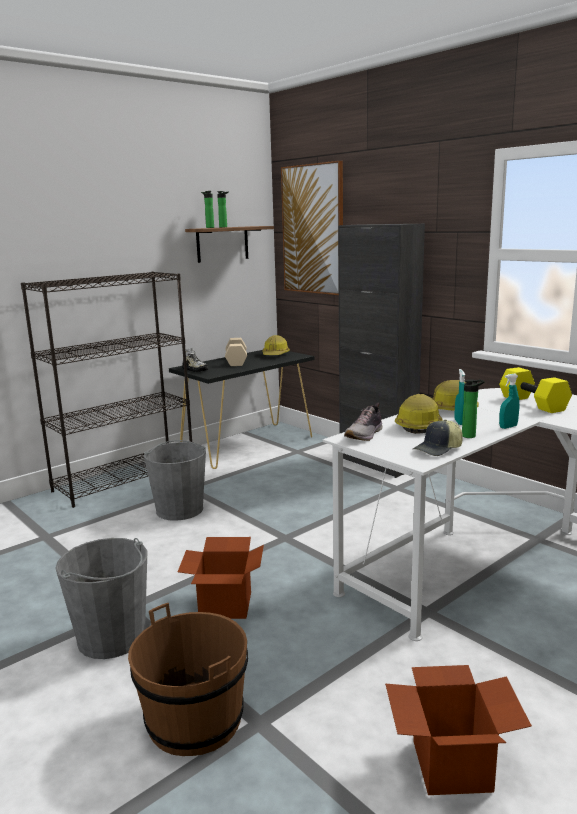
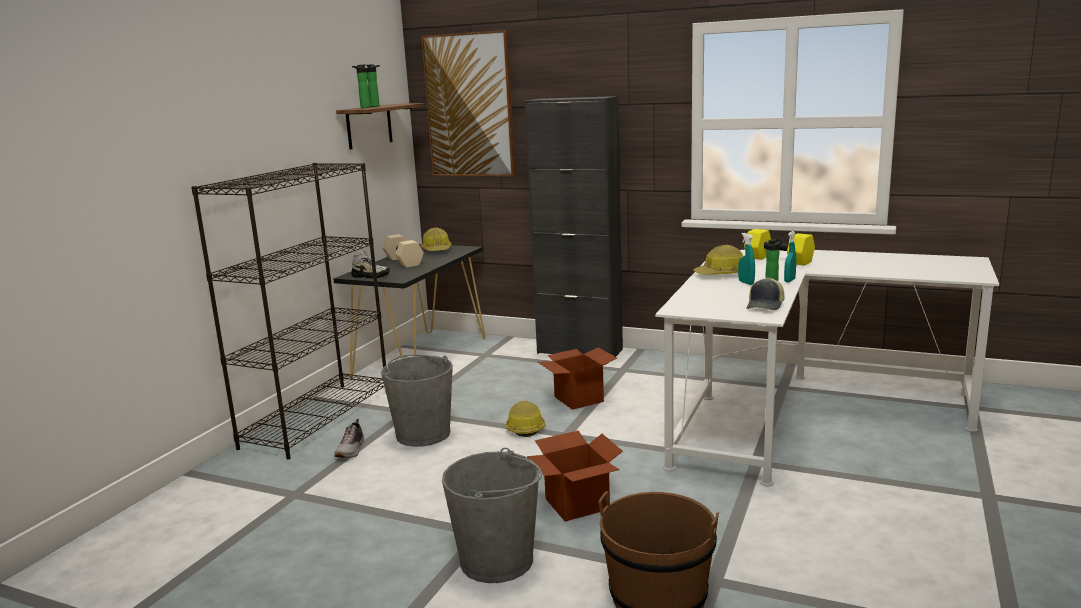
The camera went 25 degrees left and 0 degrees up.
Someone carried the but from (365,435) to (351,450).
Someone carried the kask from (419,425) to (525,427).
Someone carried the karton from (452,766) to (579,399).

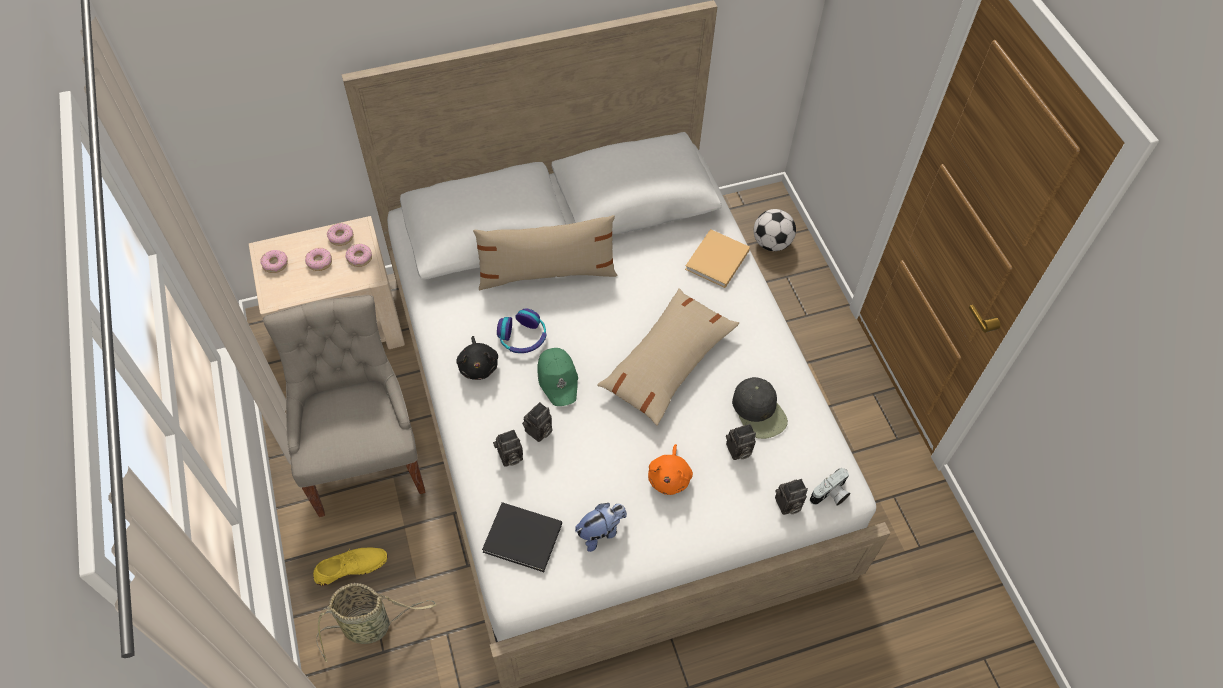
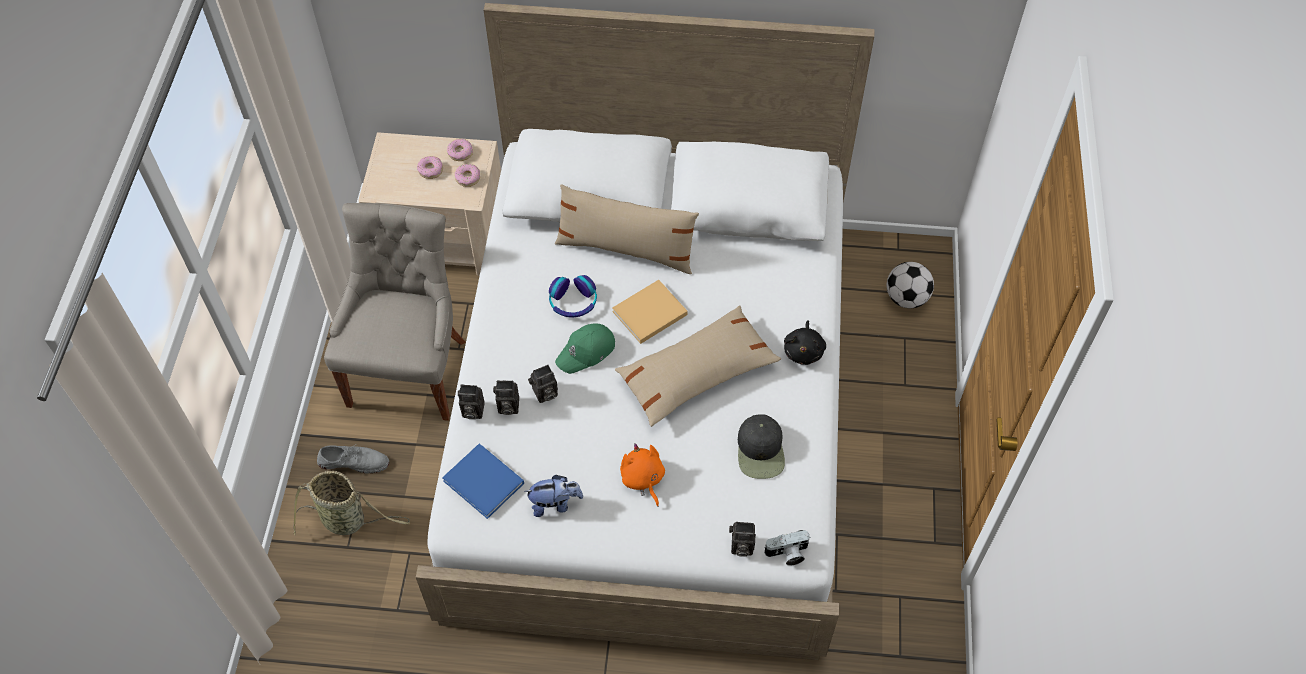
The camera went 25 degrees right and 0 degrees up.
Someone repainted the but/żółty at (351,566), which became the but/szary at (354,461).
Someone repainted the książka/czarny at (525,539), which became the książka/niebieski at (485,483).
Someone carried the aparat fotograficzny from (738,451) to (471,411).
Someone rotated the czapka z daszkiem/zielony at (558,379) by 45 degrees clockwise.
Someone carried the książka/beżowy from (716,261) to (648,314).
Someone rotated the pluszak/pomarańczowy at (669,477) by 120 degrees clockwise.
Someone carried the pluszak/czarny from (478,365) to (804,350).
Someone took away the donut at (275,264).

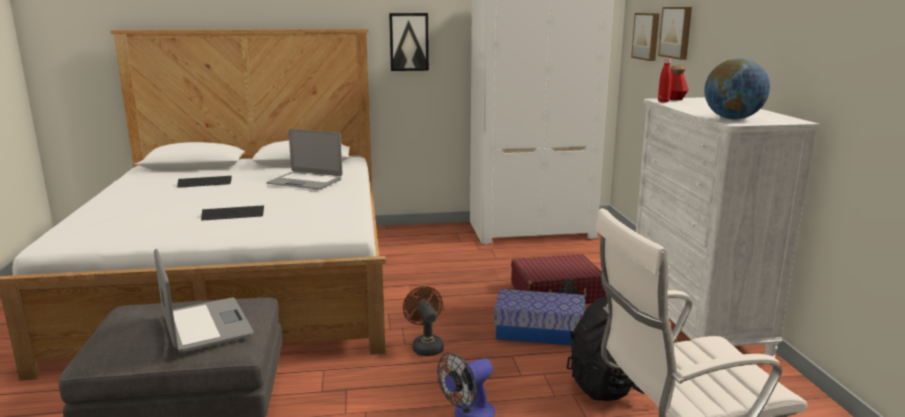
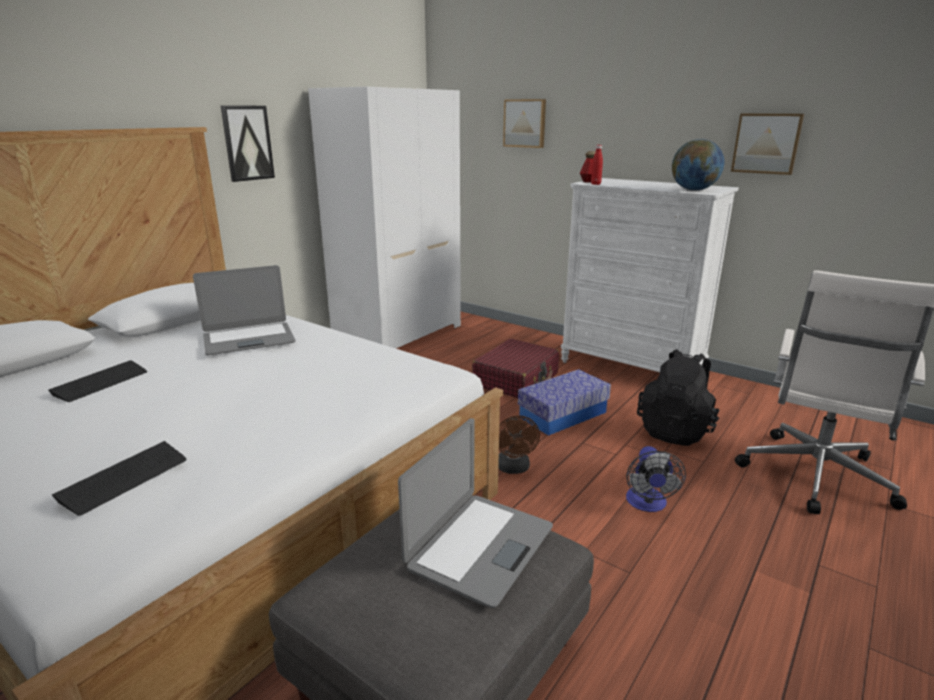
The camera went 45 degrees left and 5 degrees up.
Someone carried the klawiatura from (233,214) to (124,479).
Someone rotated the laptop at (205,326) by 105 degrees clockwise.
Someone rotated the wentylator/brązowy at (426,346) by 120 degrees counterclockwise.
Someone carried the obraz from (647,36) to (766,143).

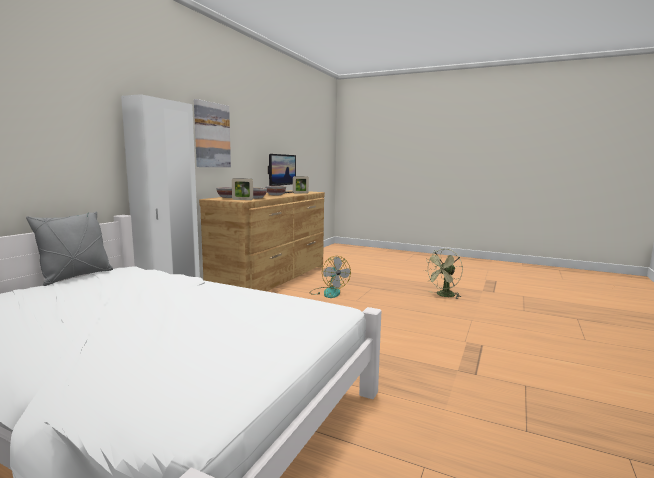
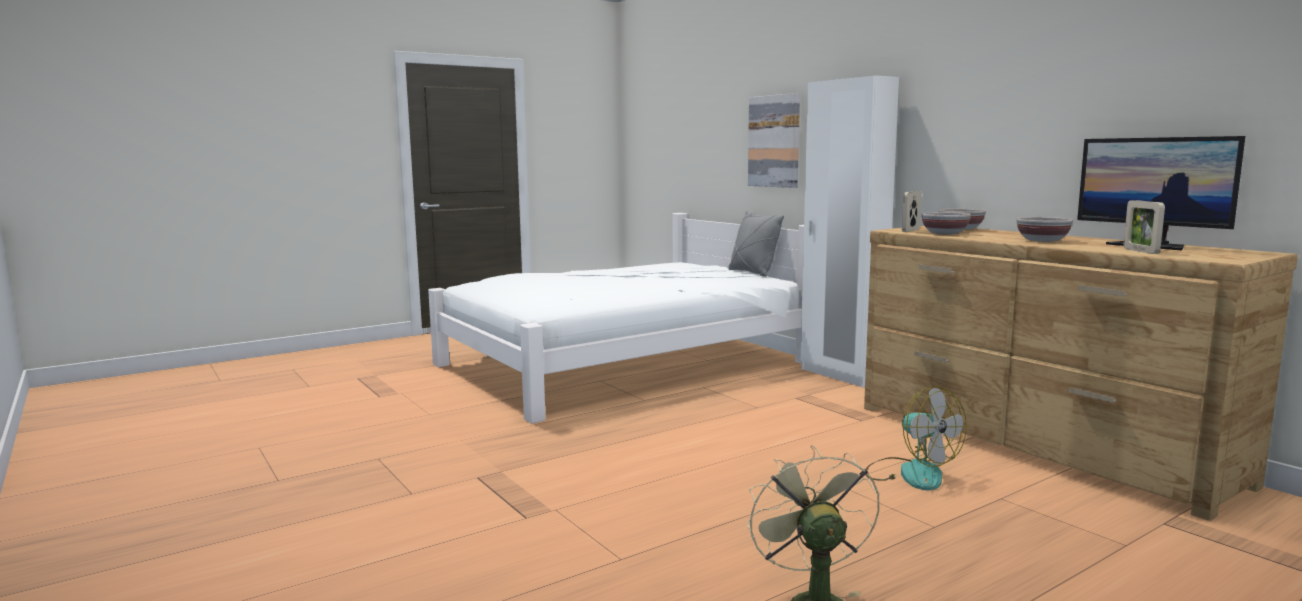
The camera went 120 degrees right and 0 degrees up.
Someone carried the obraz from (212,135) to (774,141).
Someone rotated the wentylator at (328,292) by 120 degrees counterclockwise.

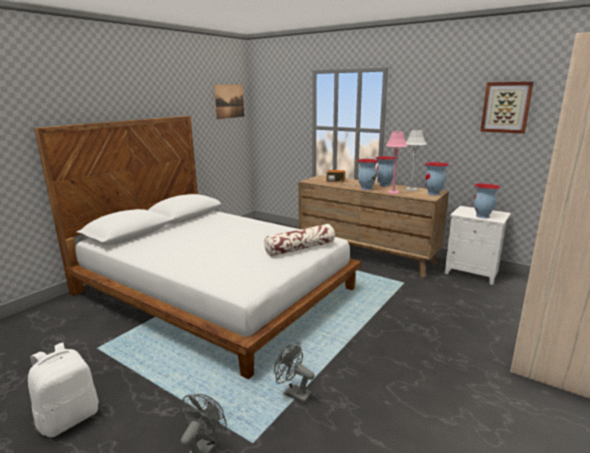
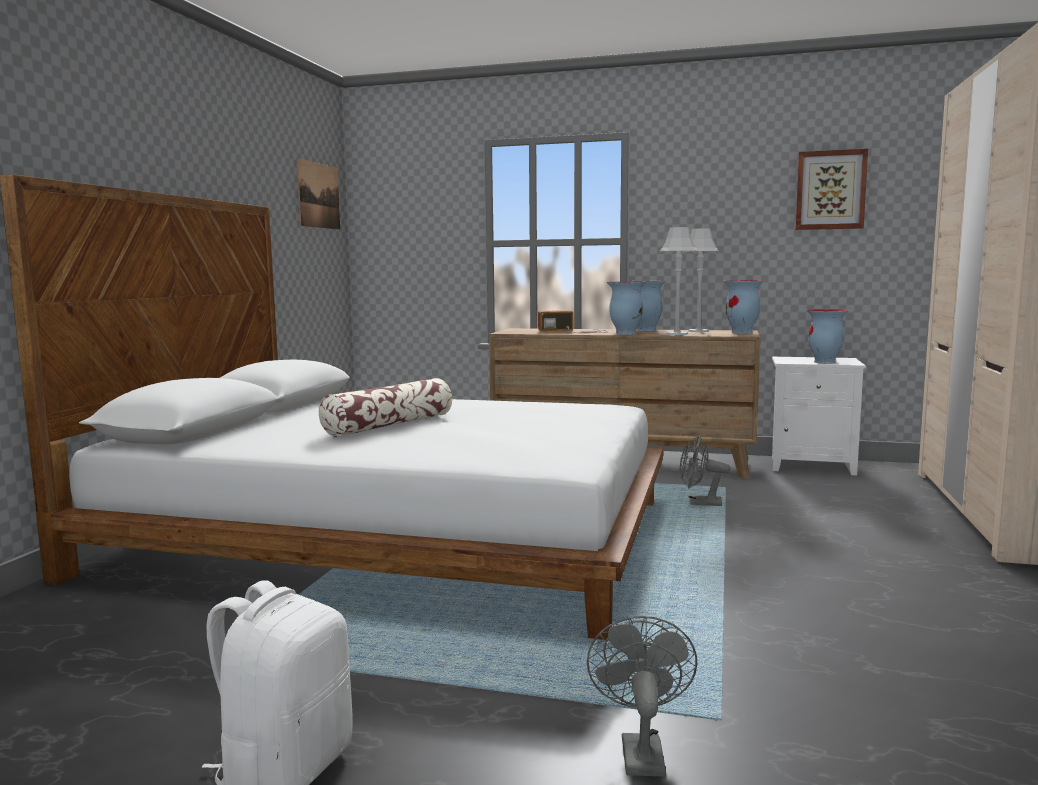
The camera went 20 degrees left and 10 degrees down.
Someone carried the poduszka from (300,248) to (390,425).
Someone repainted the lampa stołowa/różowy at (393,192), which became the lampa stołowa/szary at (676,334).
Someone carried the wentylator/szary from (293,393) to (699,503).

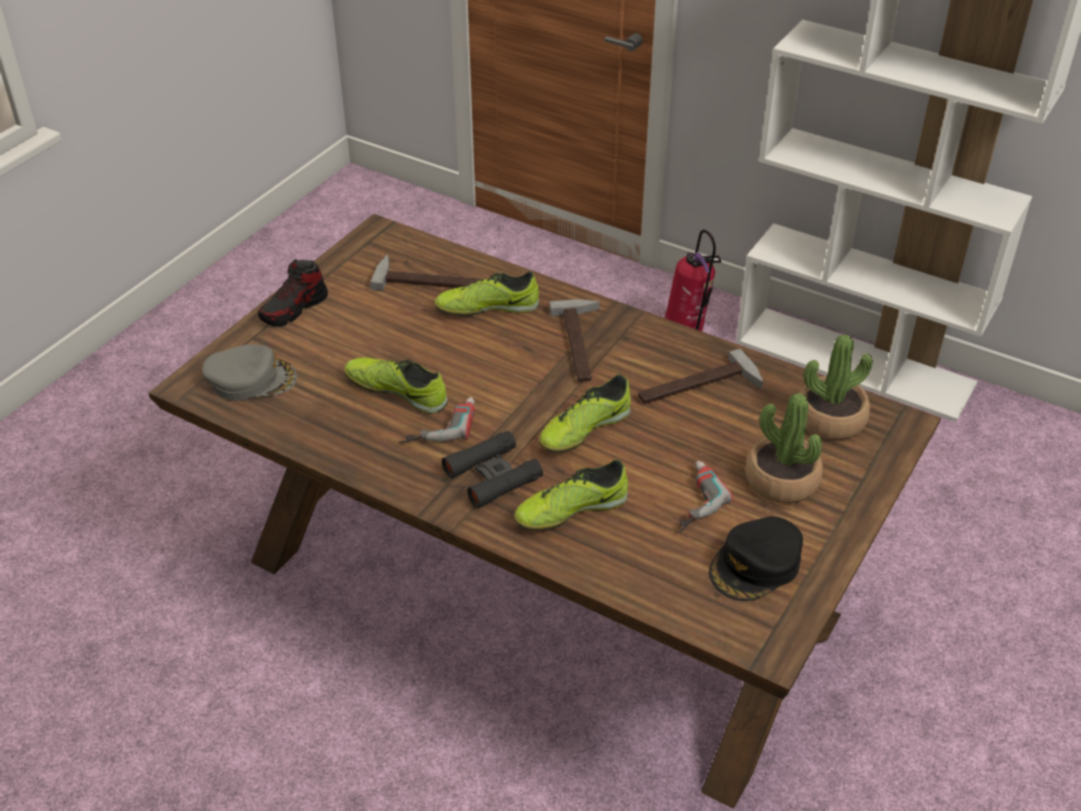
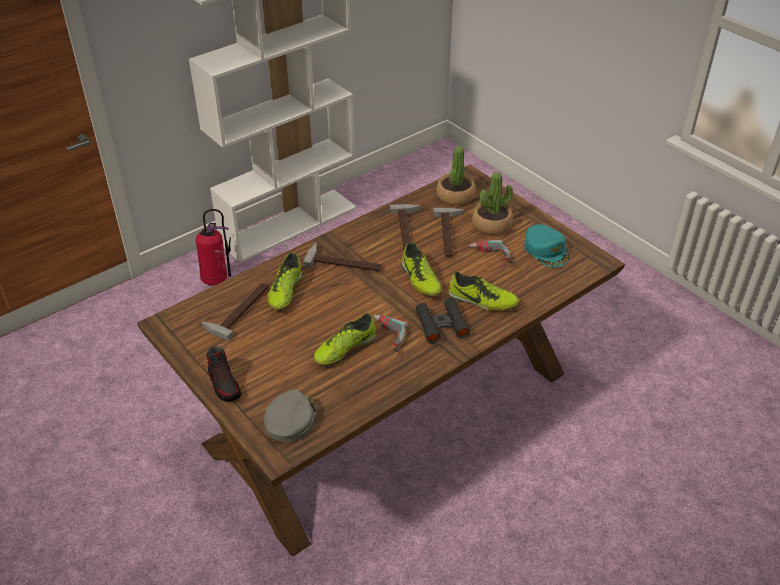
The camera went 70 degrees left and 0 degrees up.
Someone put down the młotek at (450,234).
Someone rotated the but at (571,510) by 60 degrees counterclockwise.
Someone repainted the czapka z daszkiem/czarny at (756,566), which became the czapka z daszkiem/turkusowy at (546,250).

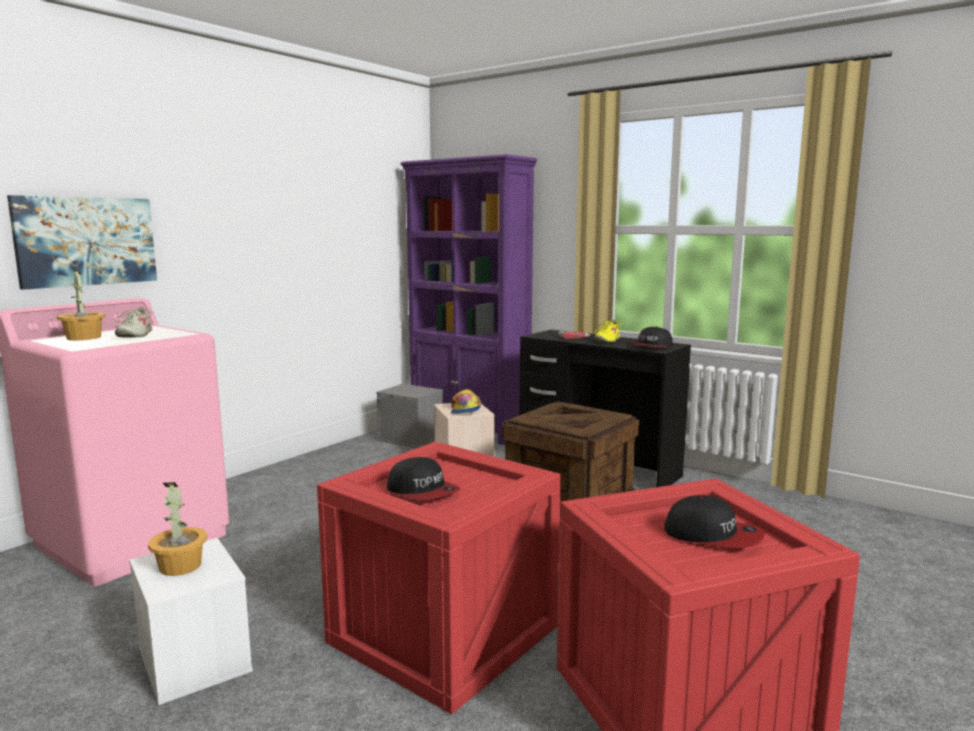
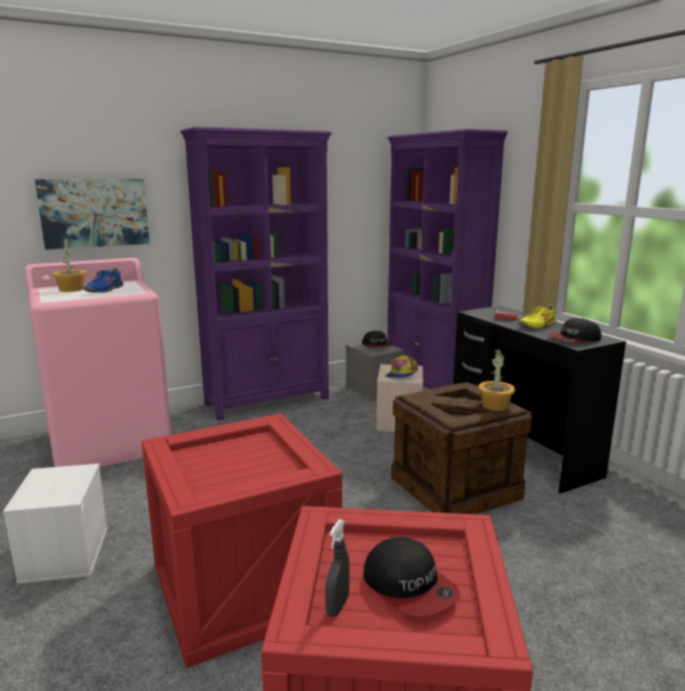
The camera went 25 degrees right and 5 degrees up.
Someone repainted the but/beżowy at (134,335), which became the but/niebieski at (104,290).
Someone put down the regał/fioletowy at (268,401).
Someone put down the spryskiwacz/szary at (337,606).
Someone carried the czapka z daszkiem from (423,491) to (376,345).
Someone carried the roślina doniczkowa from (180,566) to (495,406).

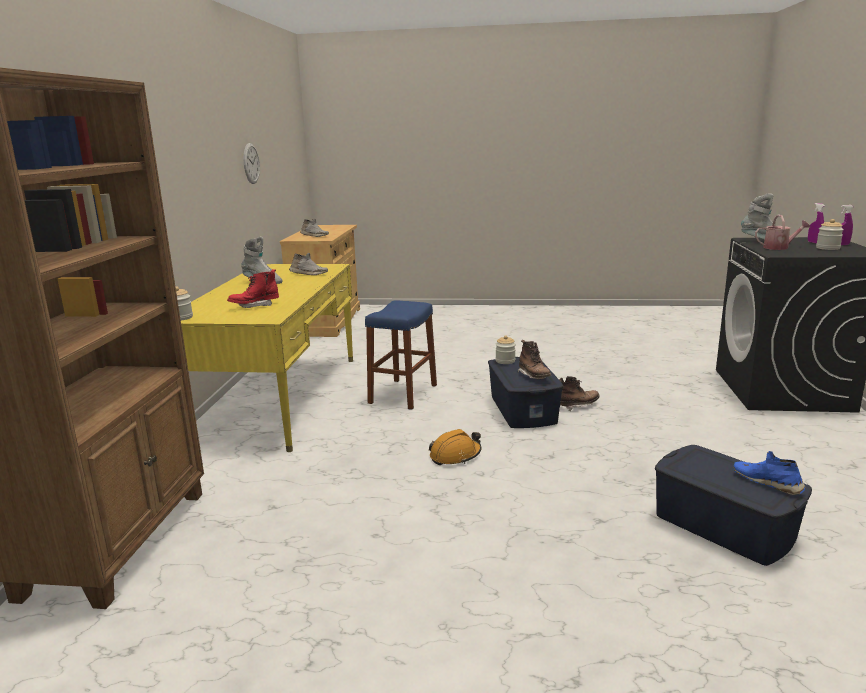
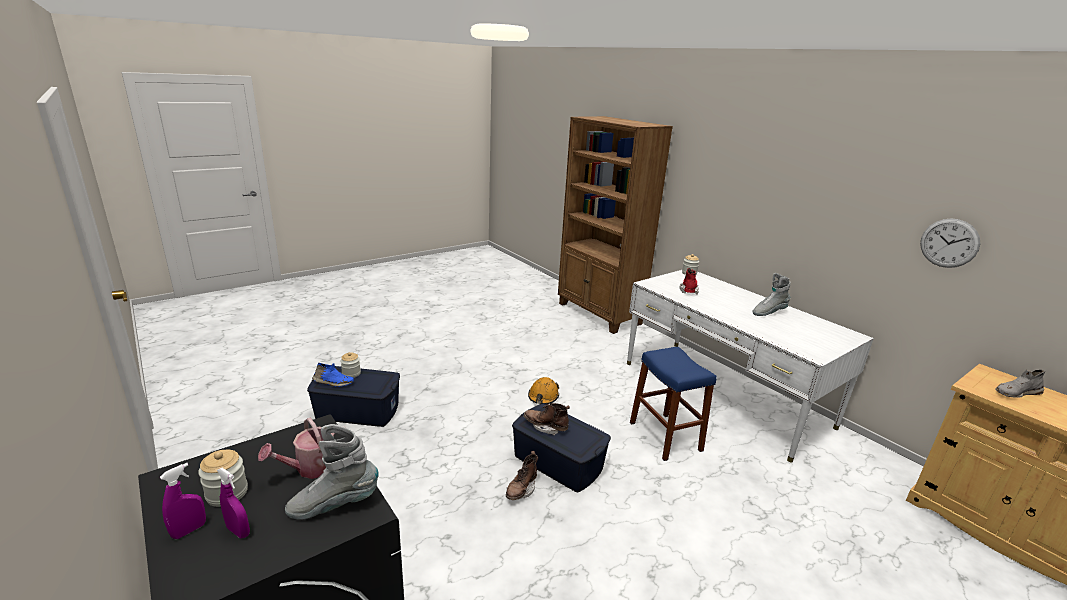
The camera went 135 degrees right and 5 degrees up.
Someone carried the słoik from (505,361) to (351,374).
Someone repainted the biurko/żółty at (279,398), which became the biurko/biały at (723,393).
Someone took away the but/szary at (308,274).

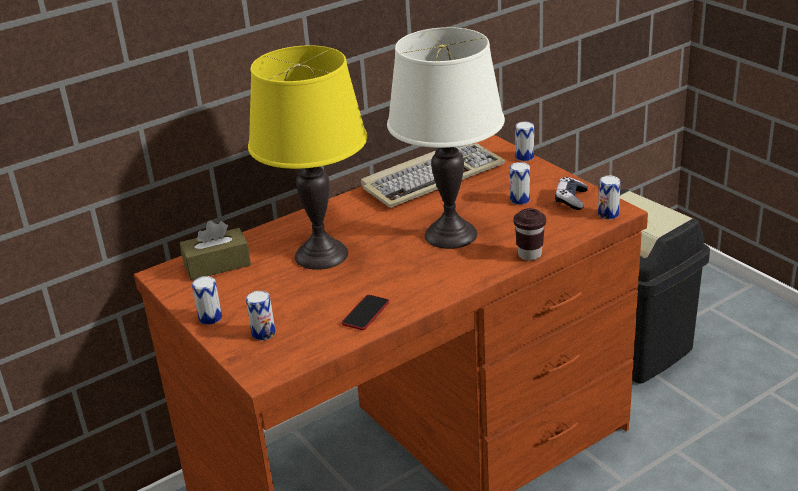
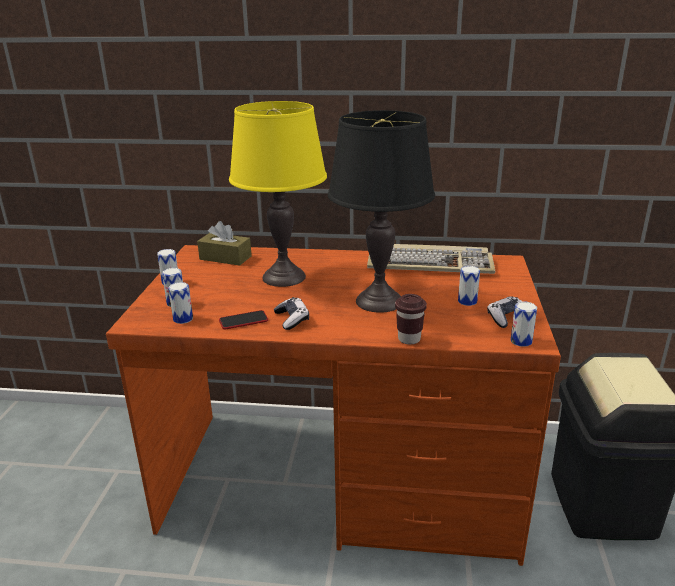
The camera went 40 degrees right and 5 degrees down.
Someone carried the puszka from (524,157) to (183,319).
Someone put down the pad do gier at (292,319).
Someone repainted the lampa stołowa/biały at (451,234), which became the lampa stołowa/czarny at (379,301).

